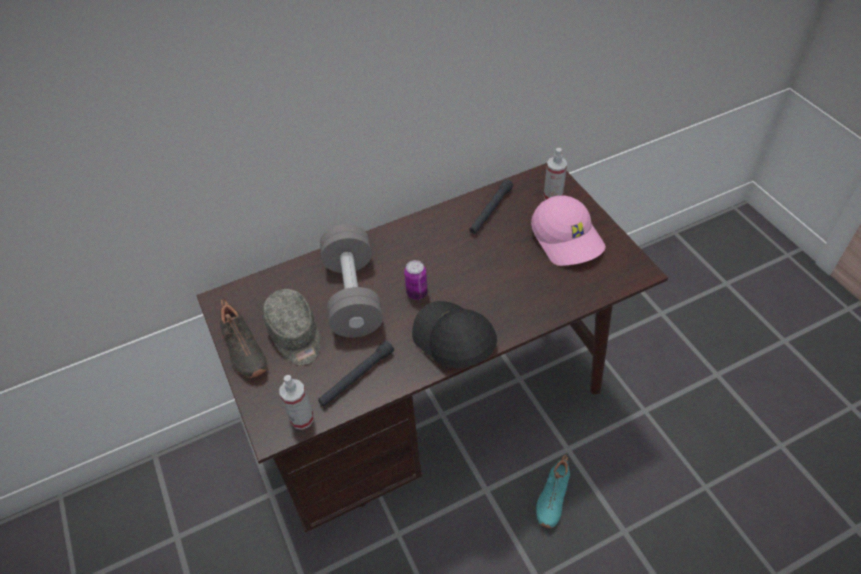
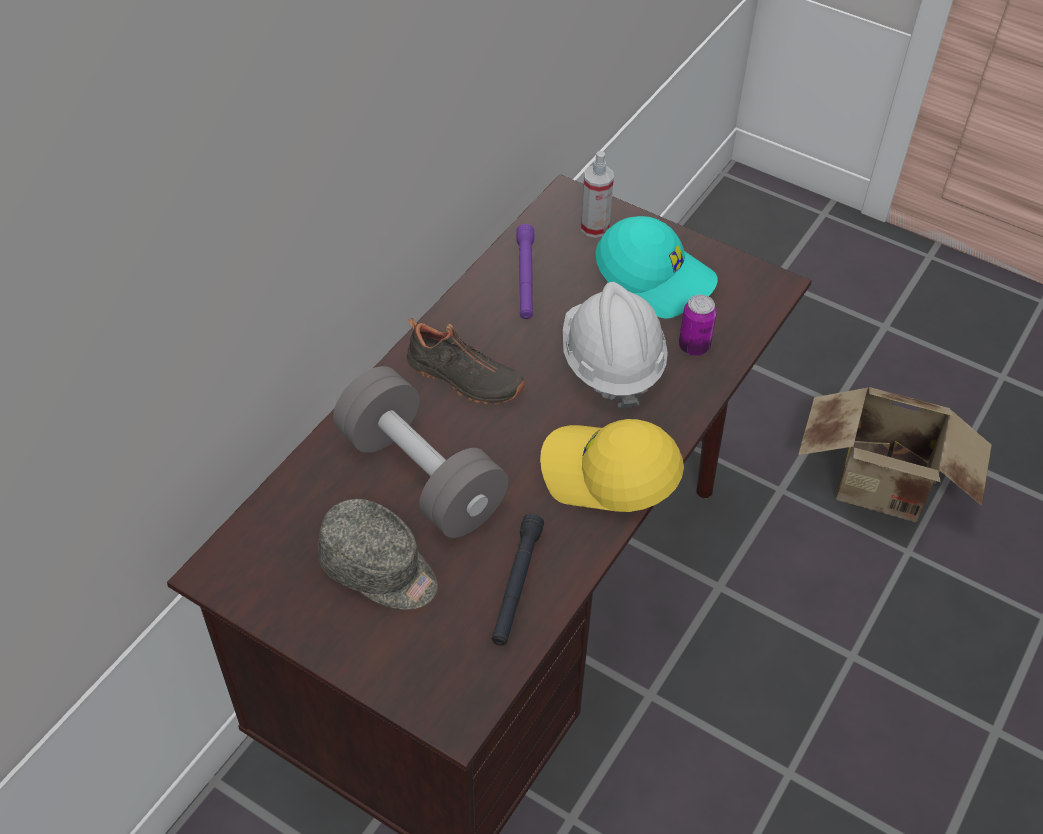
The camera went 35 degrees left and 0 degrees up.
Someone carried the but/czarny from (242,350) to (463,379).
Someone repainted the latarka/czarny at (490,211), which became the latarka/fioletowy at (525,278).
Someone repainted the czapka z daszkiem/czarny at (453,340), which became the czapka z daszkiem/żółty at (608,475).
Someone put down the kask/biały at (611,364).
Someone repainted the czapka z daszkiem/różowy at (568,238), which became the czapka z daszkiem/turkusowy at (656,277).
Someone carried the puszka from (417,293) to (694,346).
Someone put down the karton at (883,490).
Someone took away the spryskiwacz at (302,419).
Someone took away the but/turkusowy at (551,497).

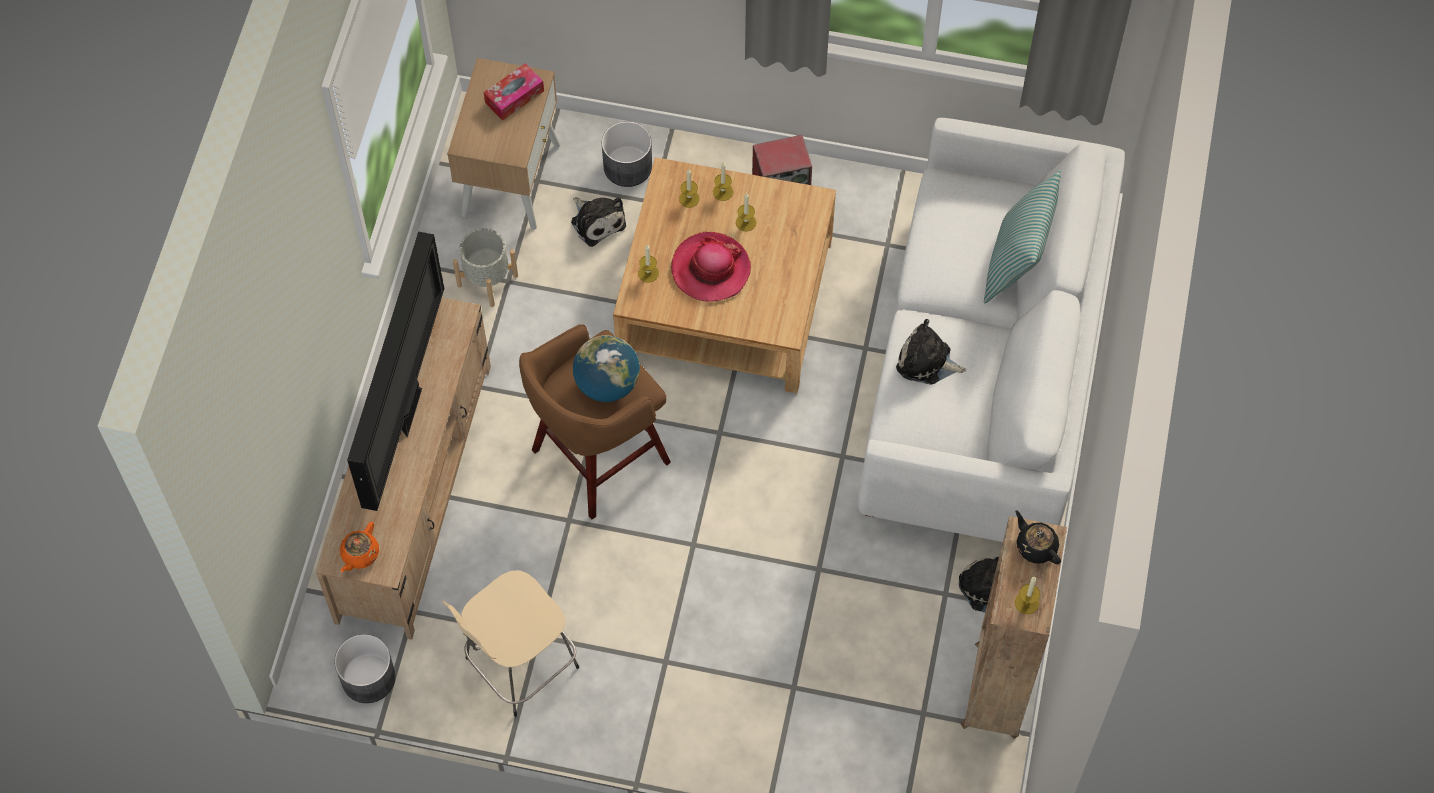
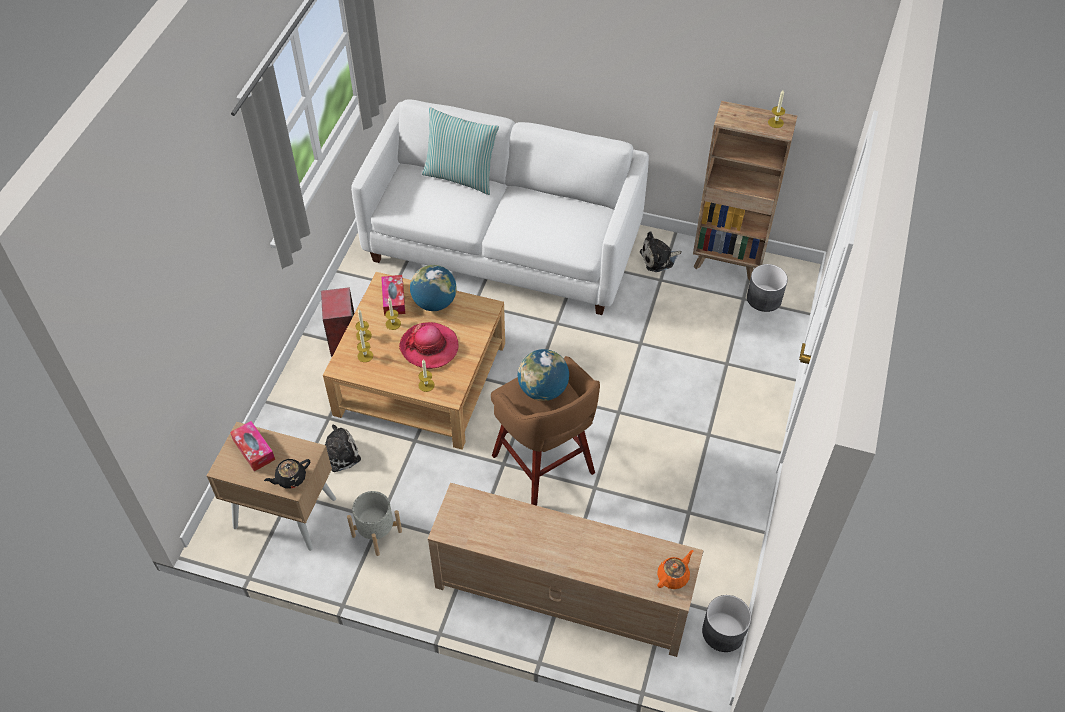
The camera went 85 degrees left and 10 degrees down.
Someone carried the imbryk/czarny from (1035,546) to (290,478).
Someone put down the pudełko chusteczek at (393,299).
Someone put down the globus at (434,303).
Someone rotated the imbryk/pomarańczowy at (360,554) by 75 degrees counterclockwise.
Someone carried the donica/szary from (627,166) to (763,298).
Someone took away the telewizor at (408,407).
Someone took away the stołek/beżowy at (518,665).
Someone took away the pluszak at (927,362).

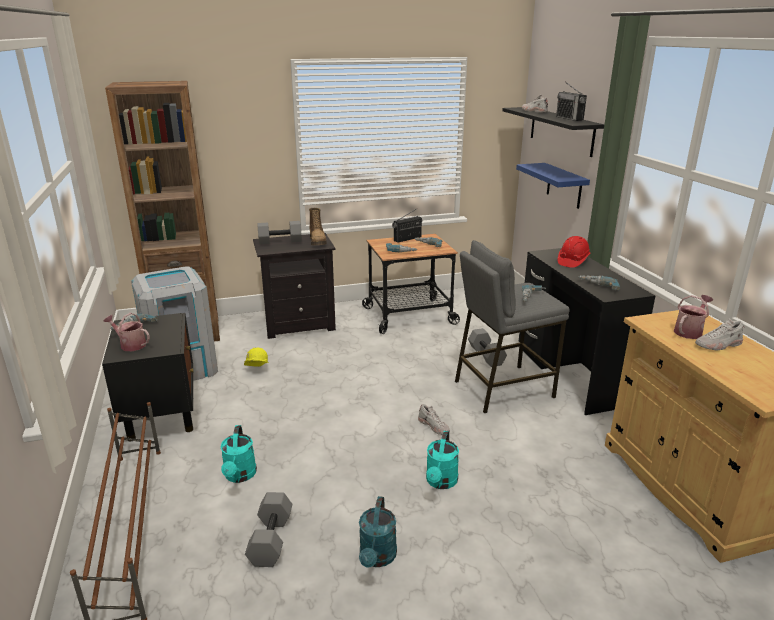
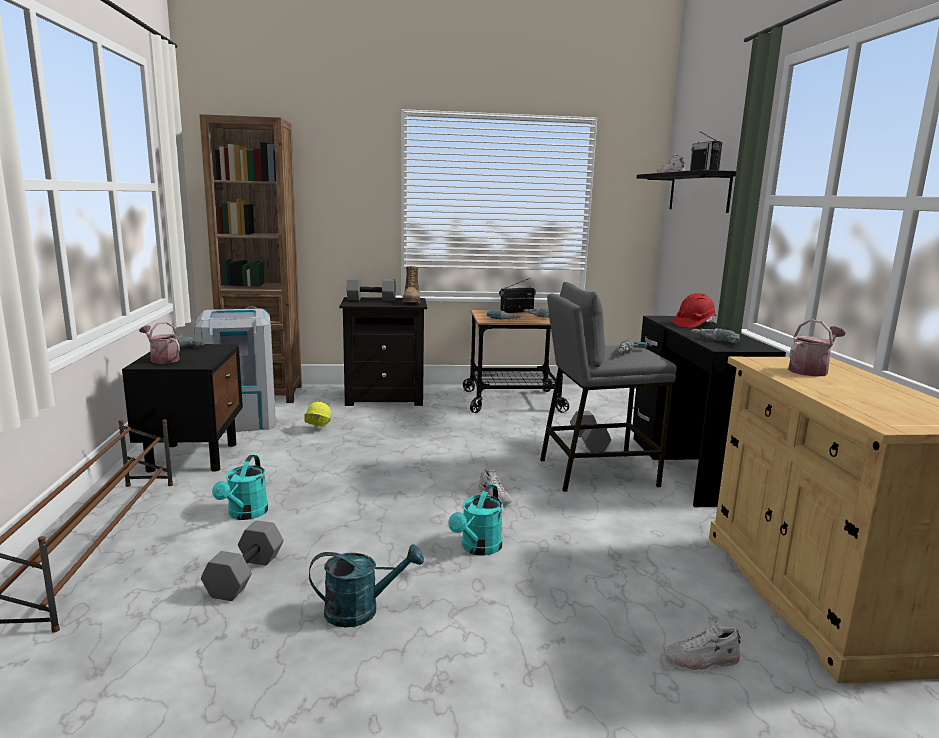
The camera went 10 degrees right and 10 degrees down.
Someone rotated the konewka/turkusowy at (377,558) by 120 degrees counterclockwise.
Someone carried the but/biały from (718,345) to (701,660).
Someone took away the półka/niebieski at (564,186).

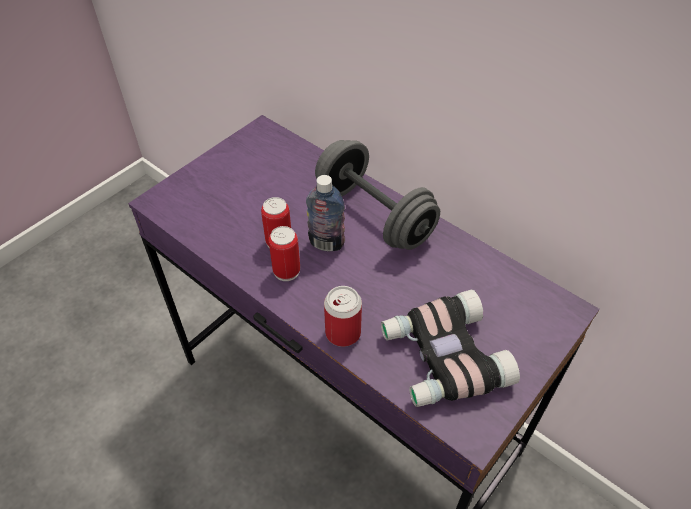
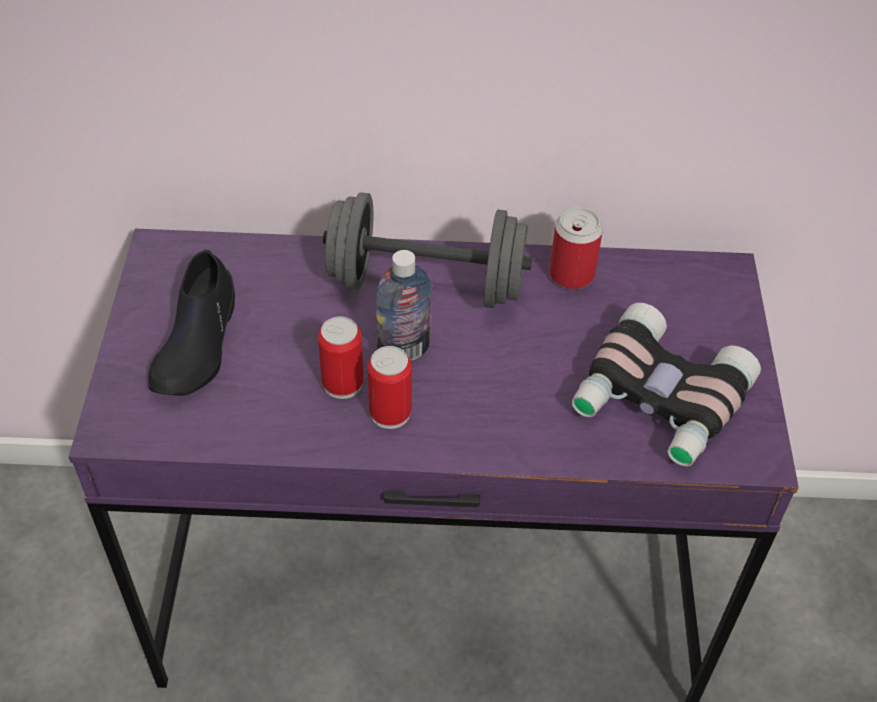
The camera went 40 degrees left and 0 degrees up.
Someone put down the but/czarny at (197,343).
Someone carried the puszka from (343,332) to (571,274).

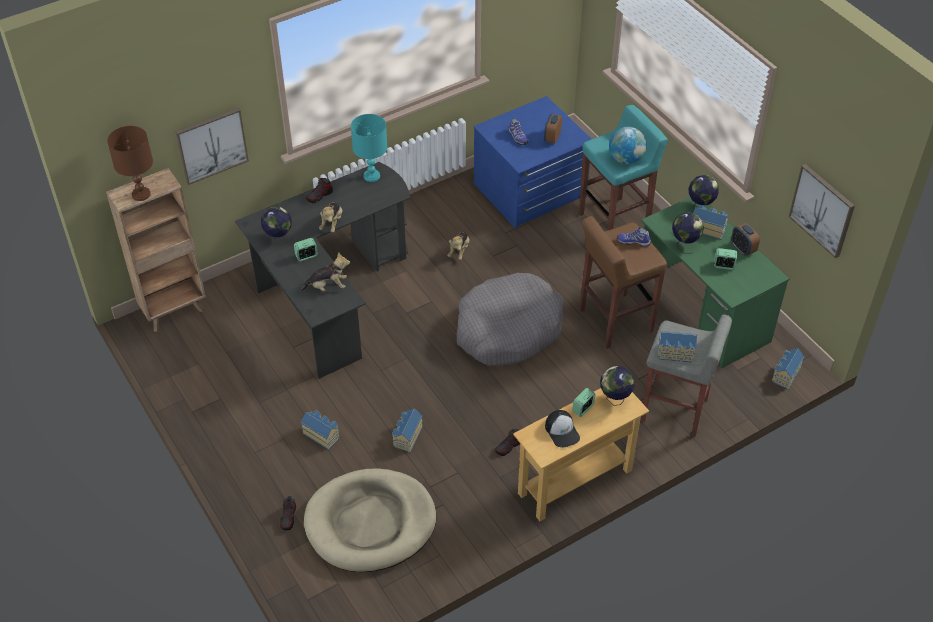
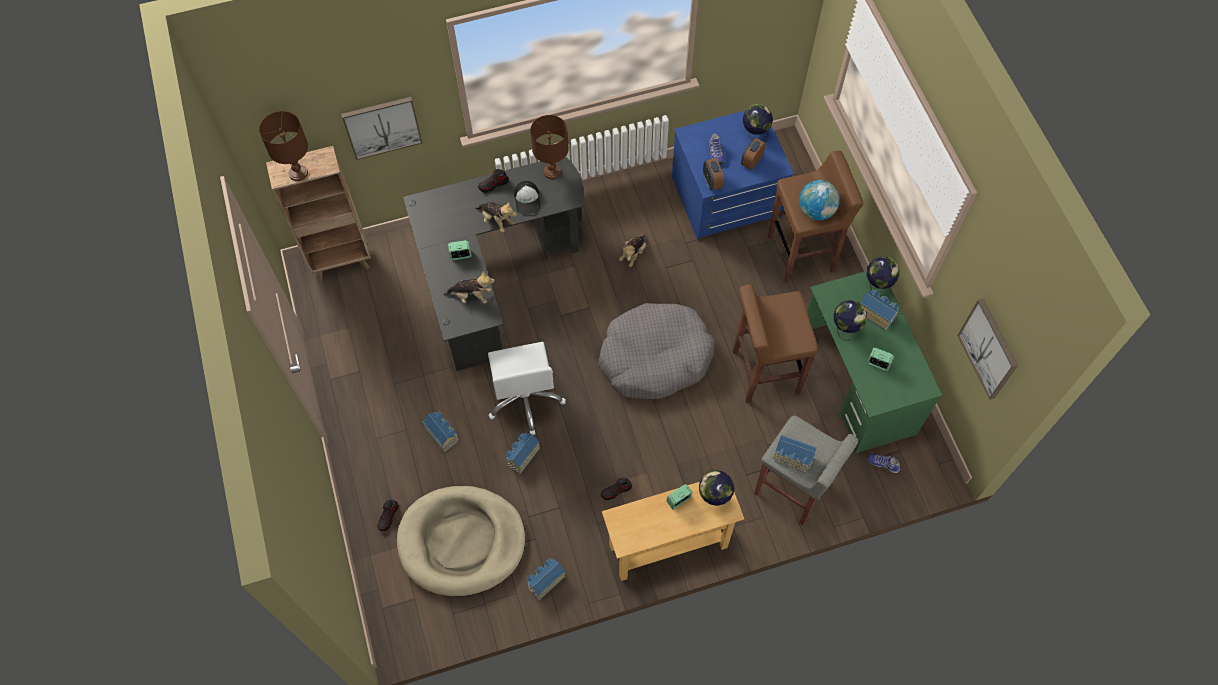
The camera went 15 degrees right and 15 degrees up.
Someone rotated the pluszak at (332,223) by 75 degrees counterclockwise.
Someone put down the krzesło biurowe/biały at (525,399).
Someone carried the czapka z daszkiem from (562,431) to (527,200).
Someone carried the domek from (785,374) to (545,581).
Someone repainted the lampa stołowa/turkusowy at (372,176), which became the lampa stołowa/brązowy at (552,171).
Someone carried the budzik from (743,249) to (711,182).
Someone carried the globus from (278,238) to (755,133).
Someone repainted the stołek/turkusowy at (615,221), which became the stołek/brązowy at (802,254).
Someone carried the but from (633,241) to (883,463).

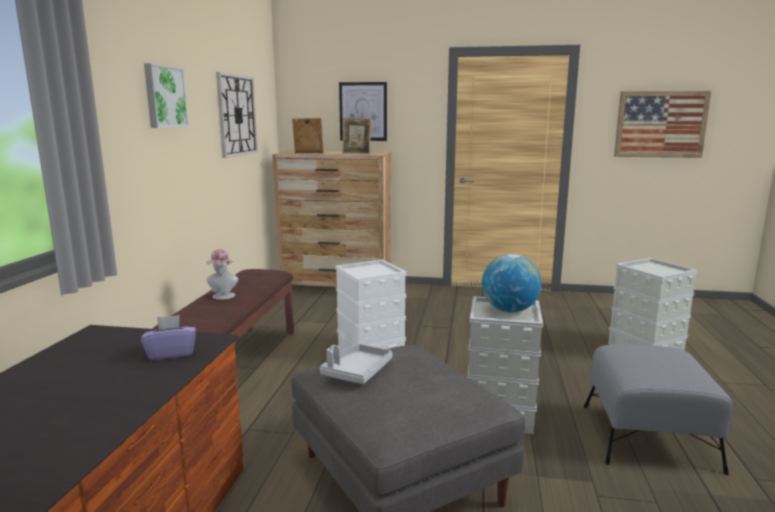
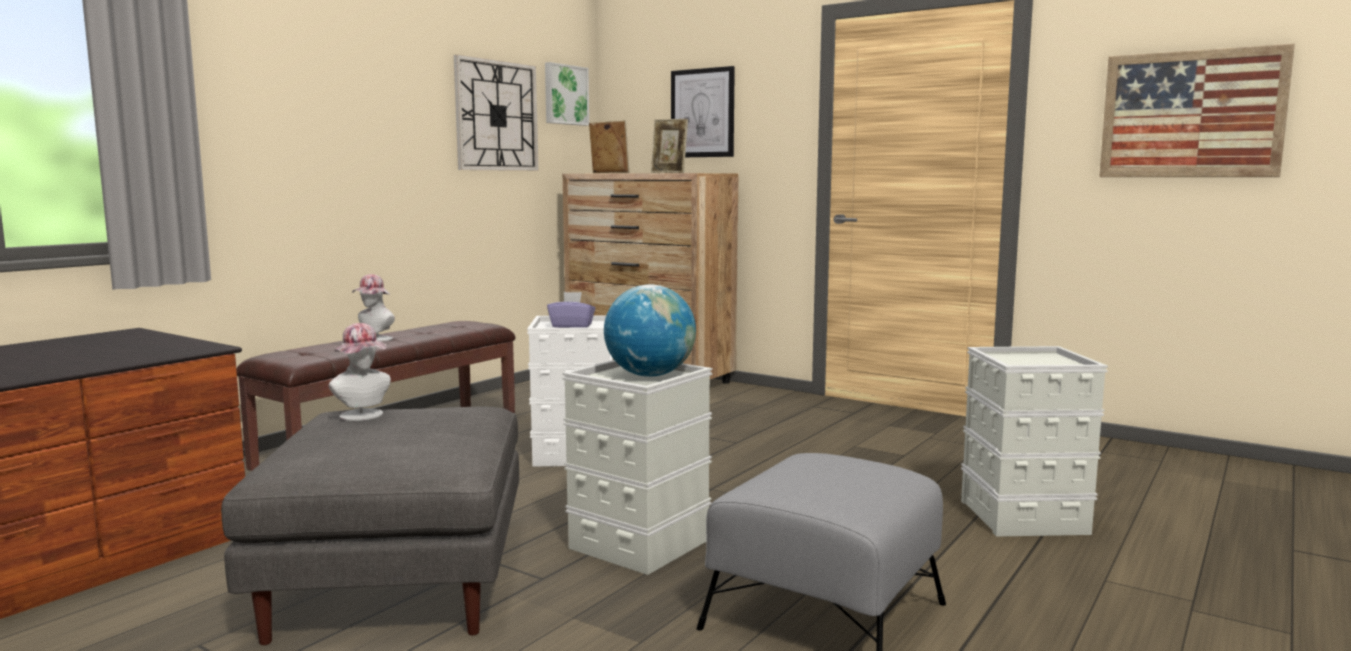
The camera went 25 degrees right and 5 degrees down.
Someone swapped the taca/szary at (357,372) for the kapelusz at (364,416).
Someone carried the obraz from (164,97) to (565,95).
Someone carried the pudełko chusteczek/fioletowy from (171,353) to (572,326).

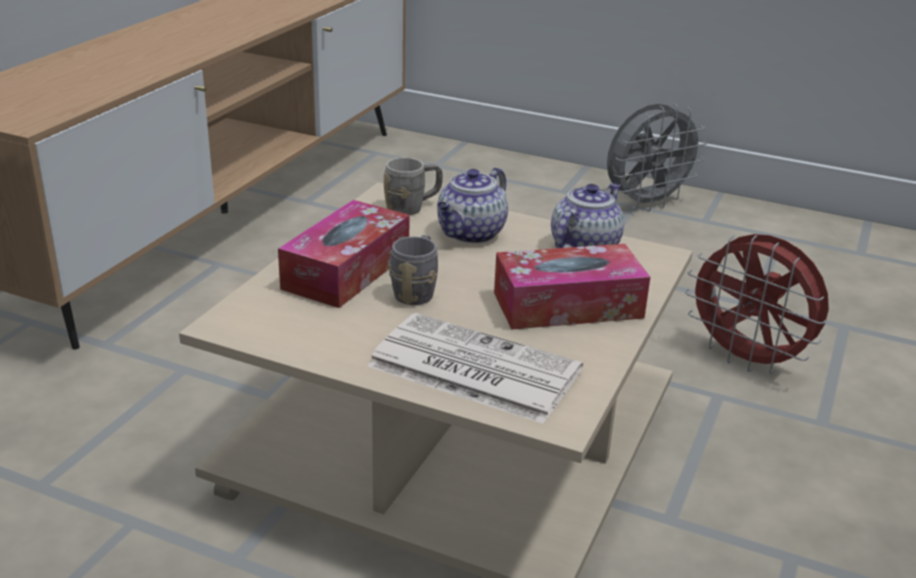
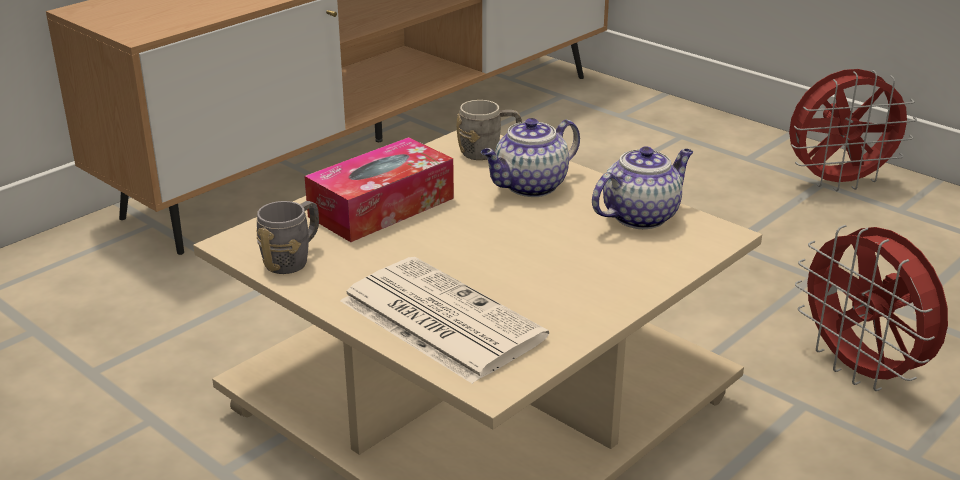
The camera went 20 degrees right and 0 degrees up.
Someone carried the kubek/szary from (416,291) to (293,259).
Someone repainted the wentylator/szary at (646,203), which became the wentylator/czerwony at (838,182).
Someone took away the pudełko chusteczek at (567,305).

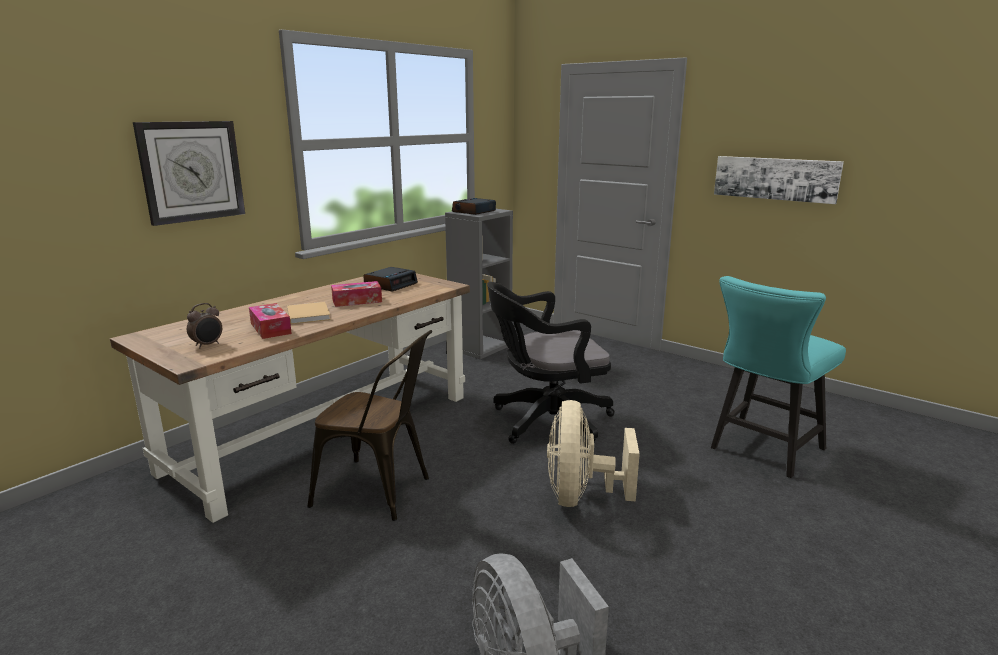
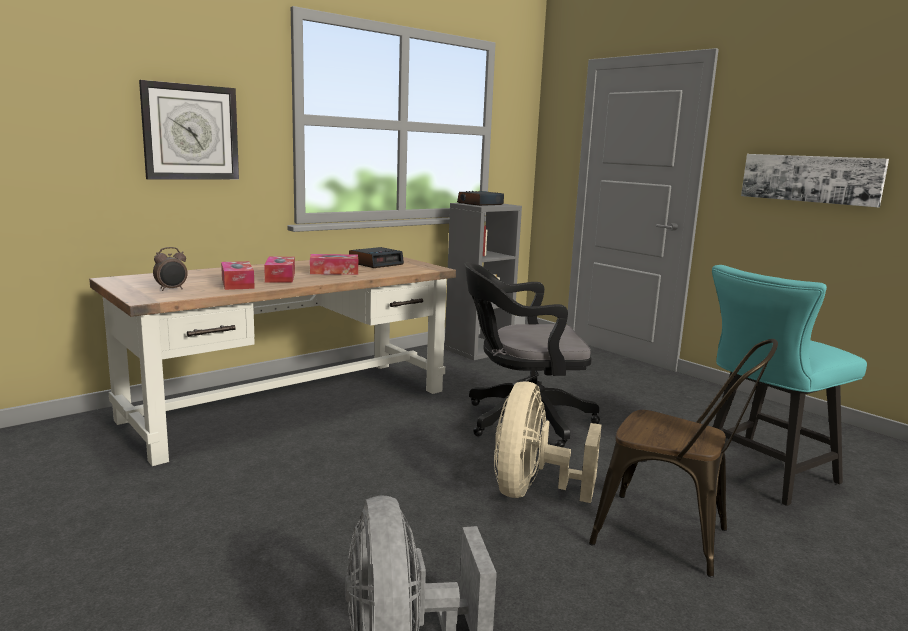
The camera went 10 degrees right and 5 degrees down.
Someone swapped the książka/beżowy at (308,314) for the pudełko chusteczek at (280,277).
Someone carried the krzesło/brązowy from (380,492) to (672,538).

